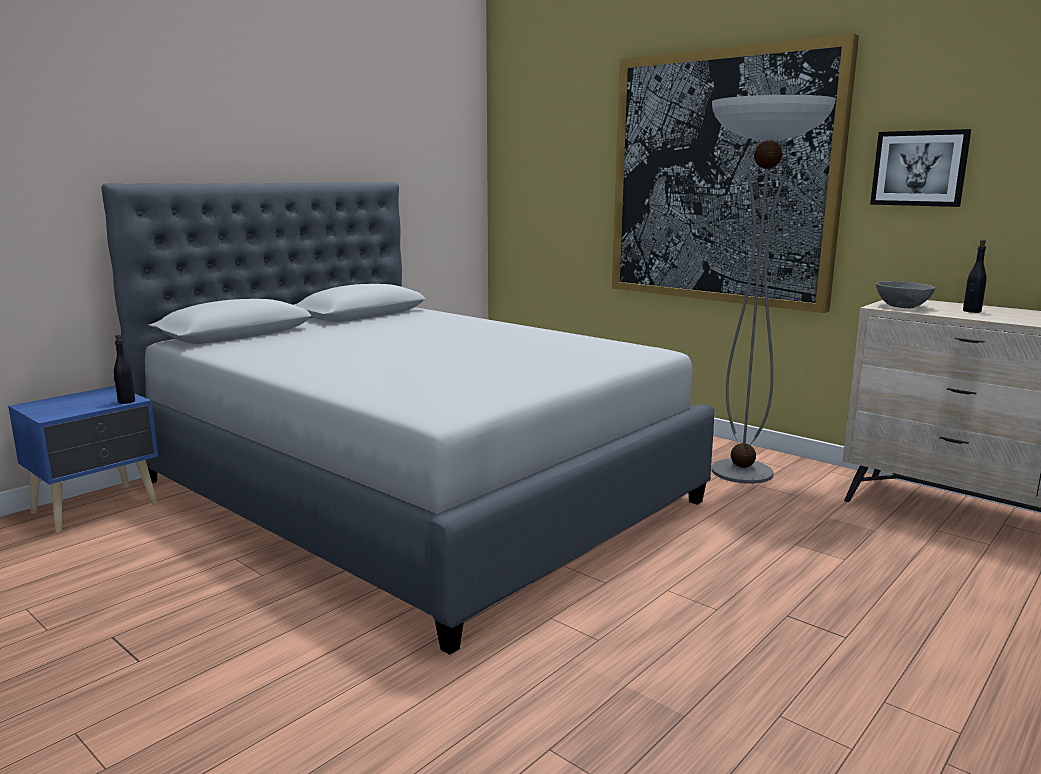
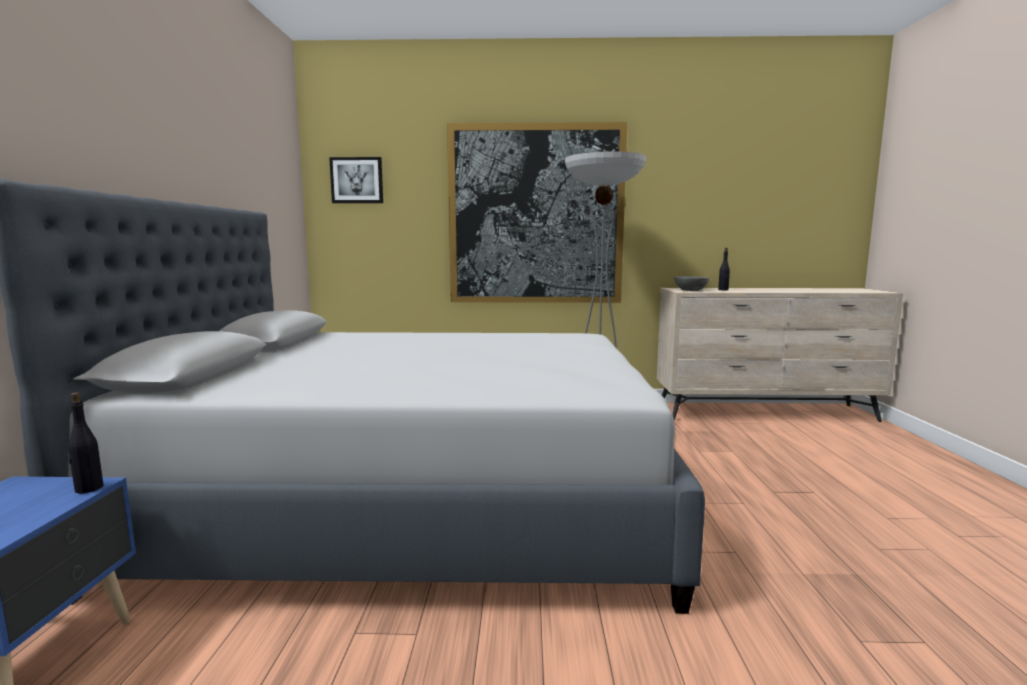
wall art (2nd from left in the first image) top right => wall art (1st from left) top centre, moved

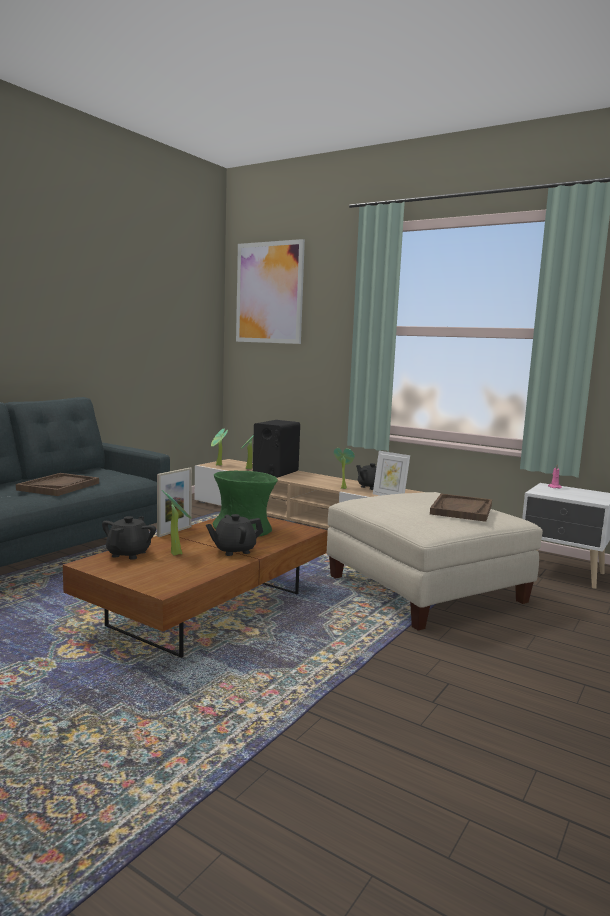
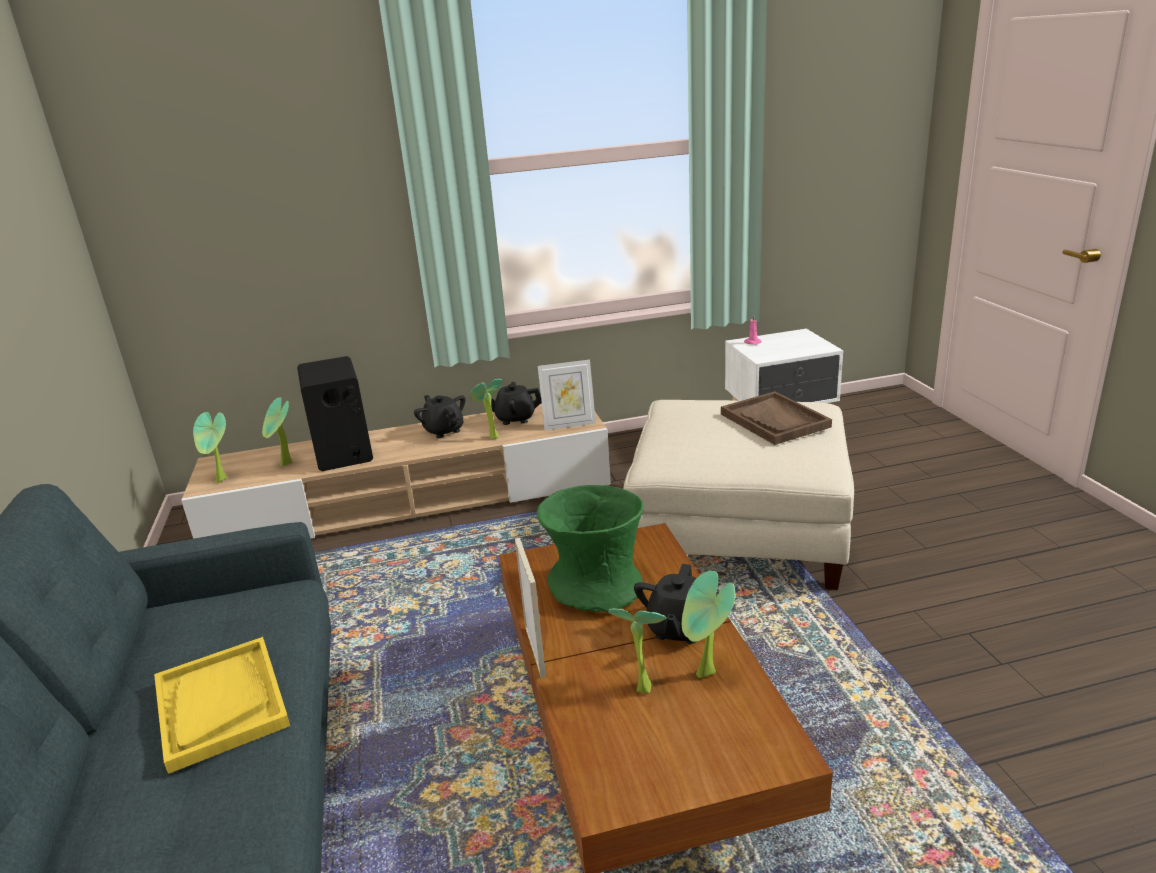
wall art top centre => nothing
nothing => houseplant (5th from left) bottom centre
blackish teapot (1st from left) middle left => blackish teapot (1st from left) centre, moved
brown carrying tray (1st from left) middle left => yellowish carrying tray bottom left

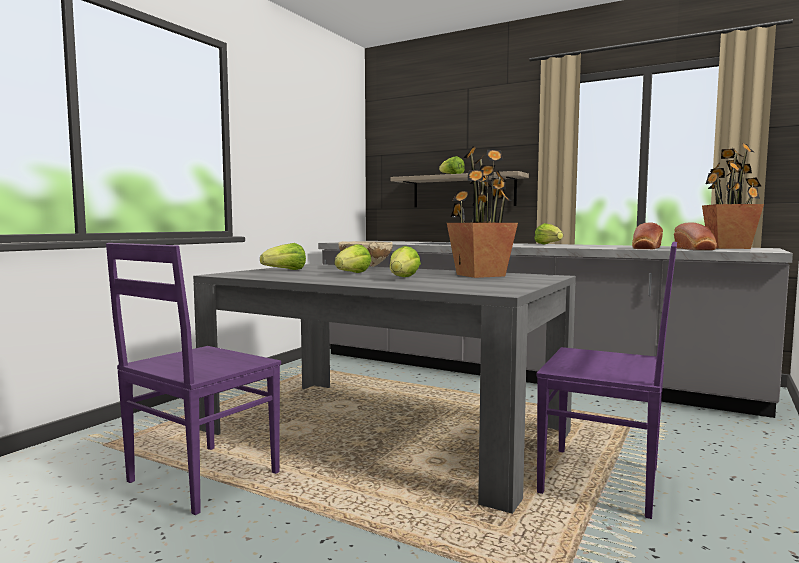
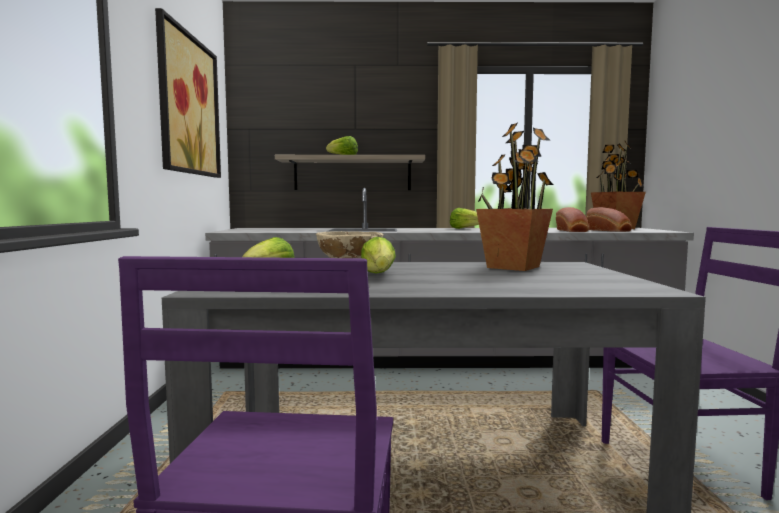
head of lettuce (3rd from left) centre => nothing
nothing => wall art top left

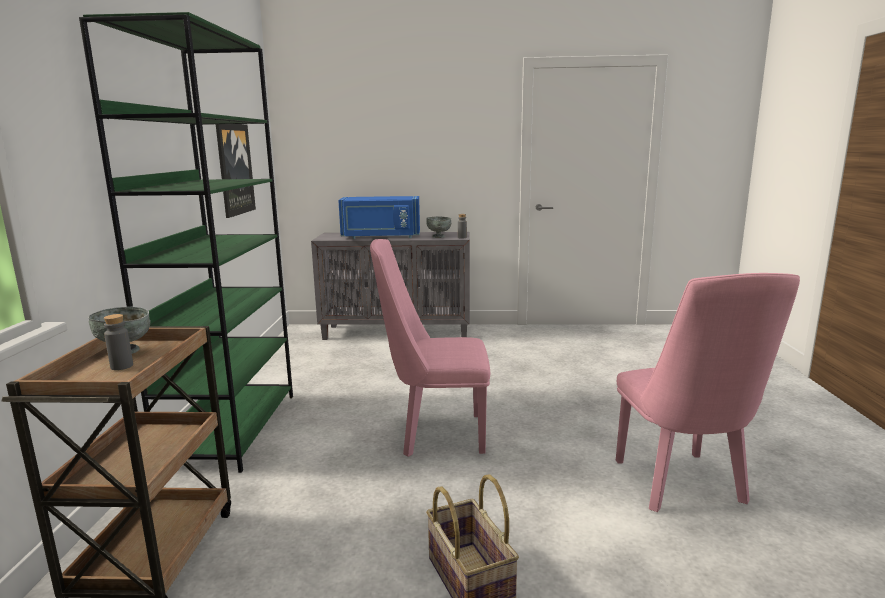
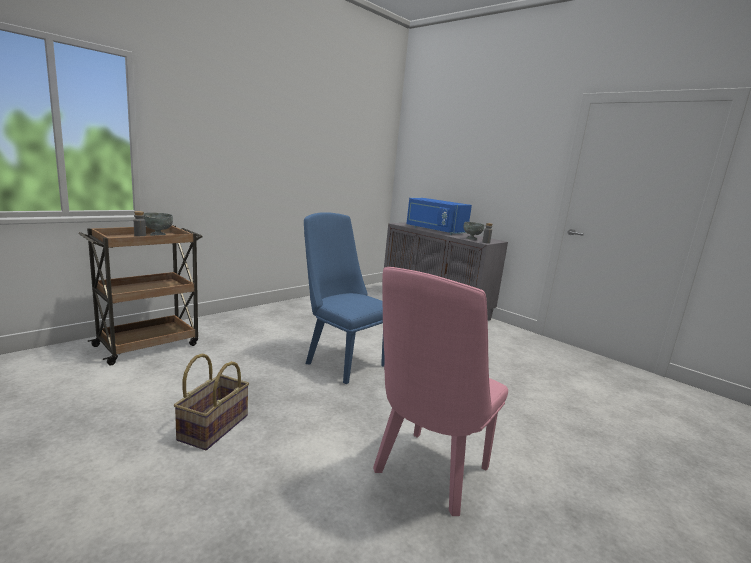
greenish shelving unit middle left => nothing
wall art top left => nothing
pink chair (1st from left) centre => bluish chair centre

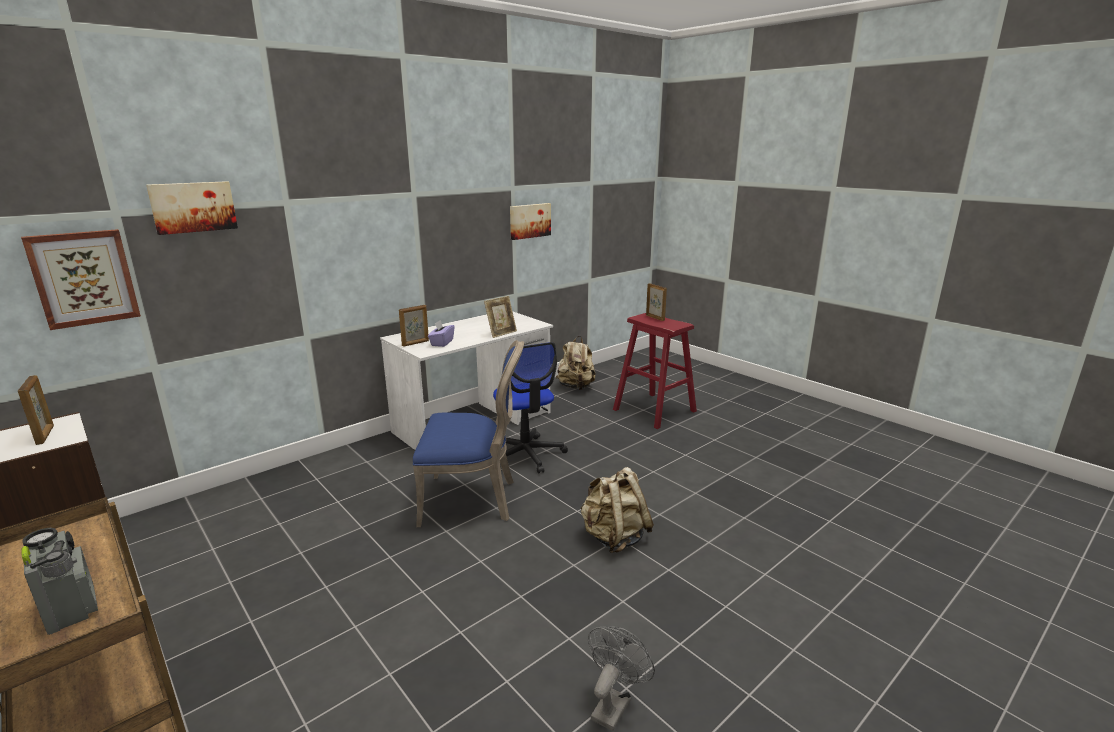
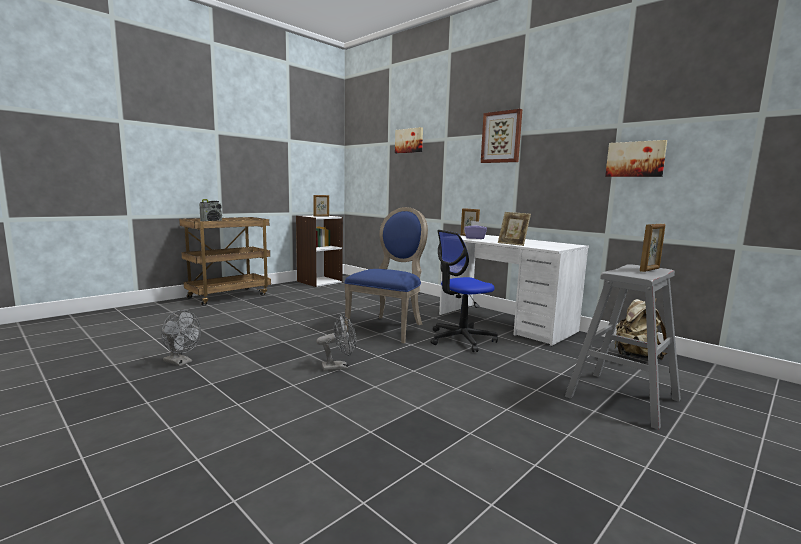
wall art (1st from left in the first image) middle left => wall art (2nd from left) top centre, moved
sand-coloured backpack (2nd from left) bottom centre => gray cooling fan (2nd from left) centre
reddish sitting stool centre => gray sitting stool middle right
bluish chair centre, 150 degrees counterclockwise

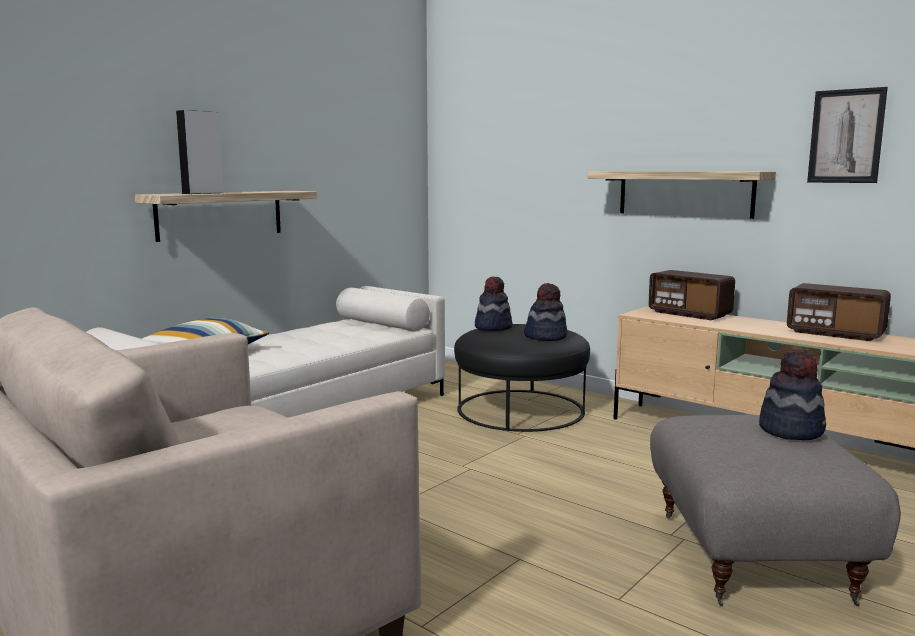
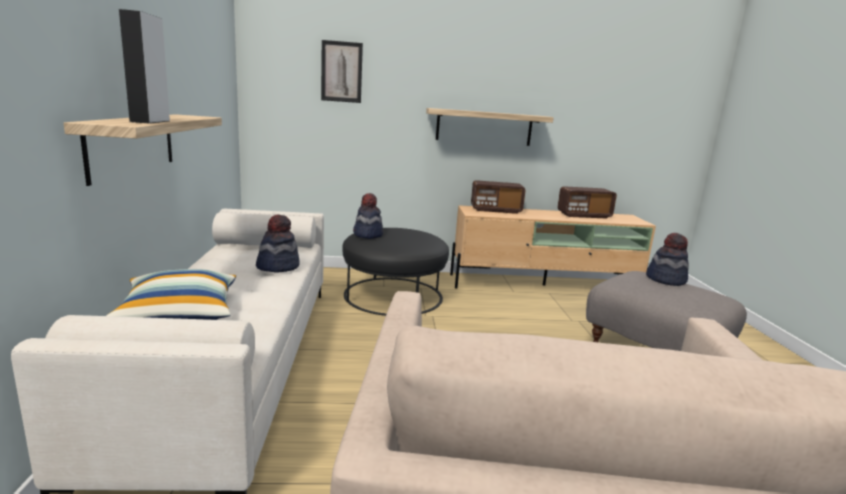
hat (2nd from left in the first image) centre => hat (1st from left) middle left, moved
wall art top right => wall art top centre, moved

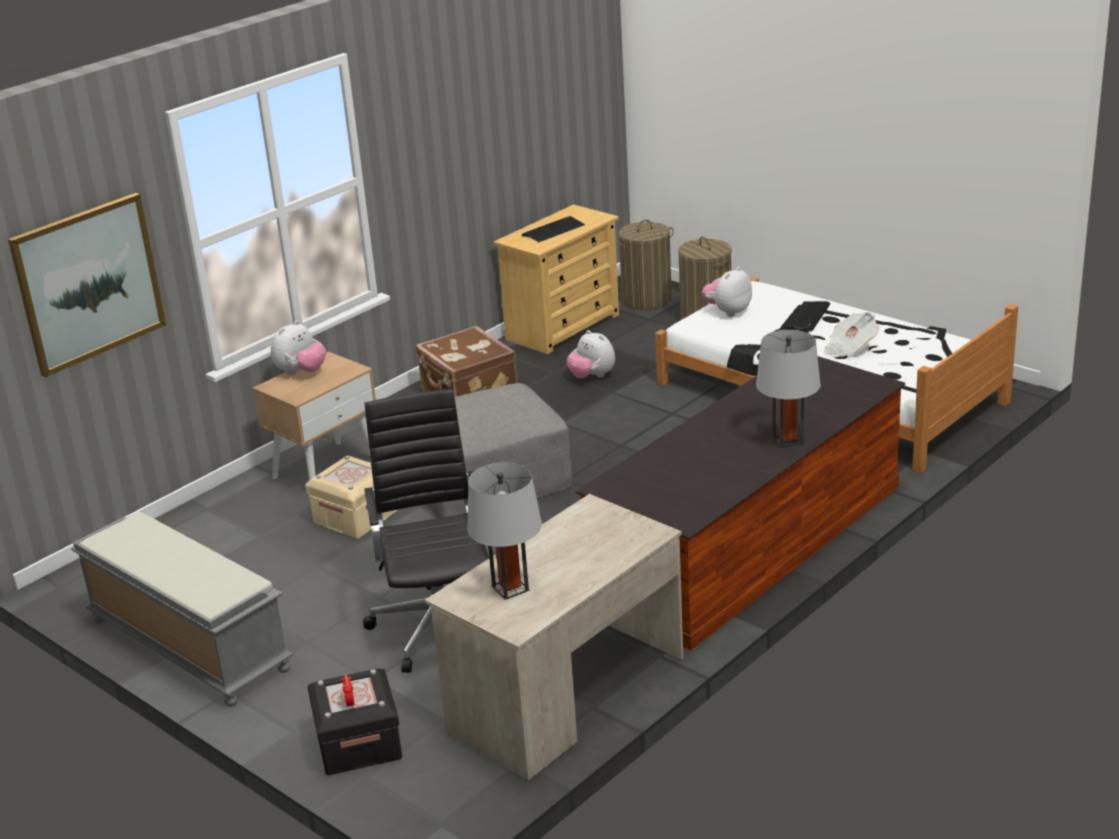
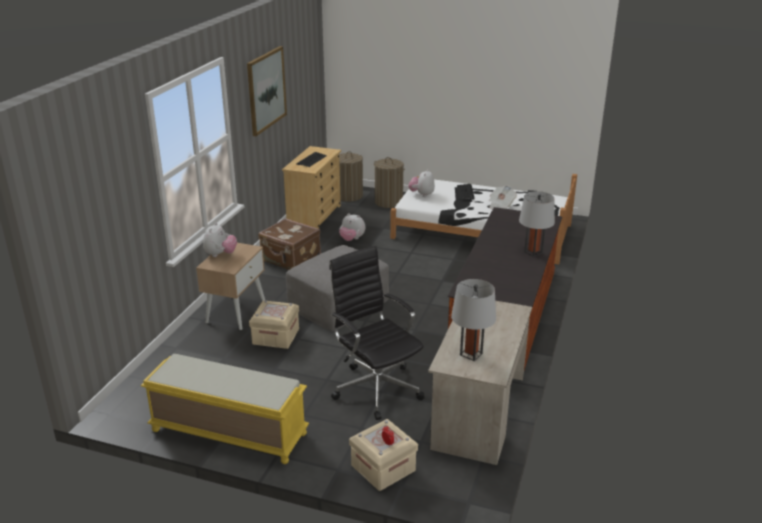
wall art middle left => wall art top centre, moved
gray bench bottom left => yellowish bench bottom left
blackish storage bin bottom left => sand-coloured storage bin (2nd from left) bottom centre

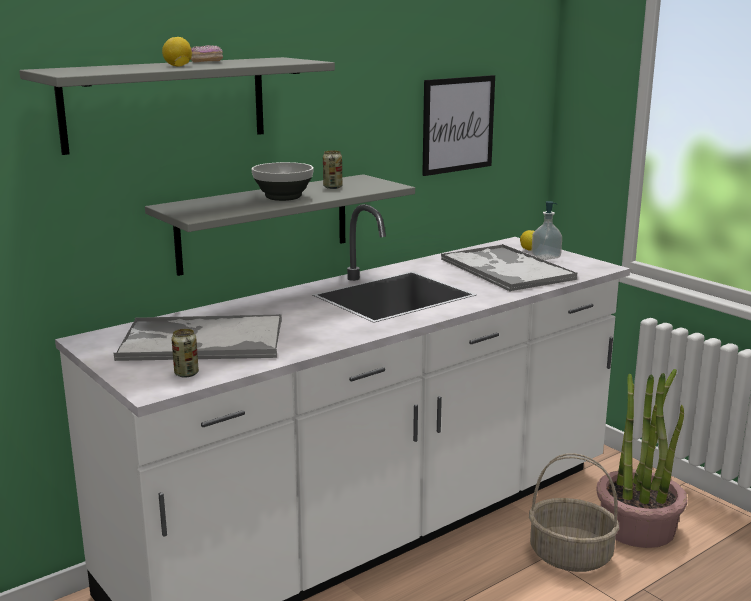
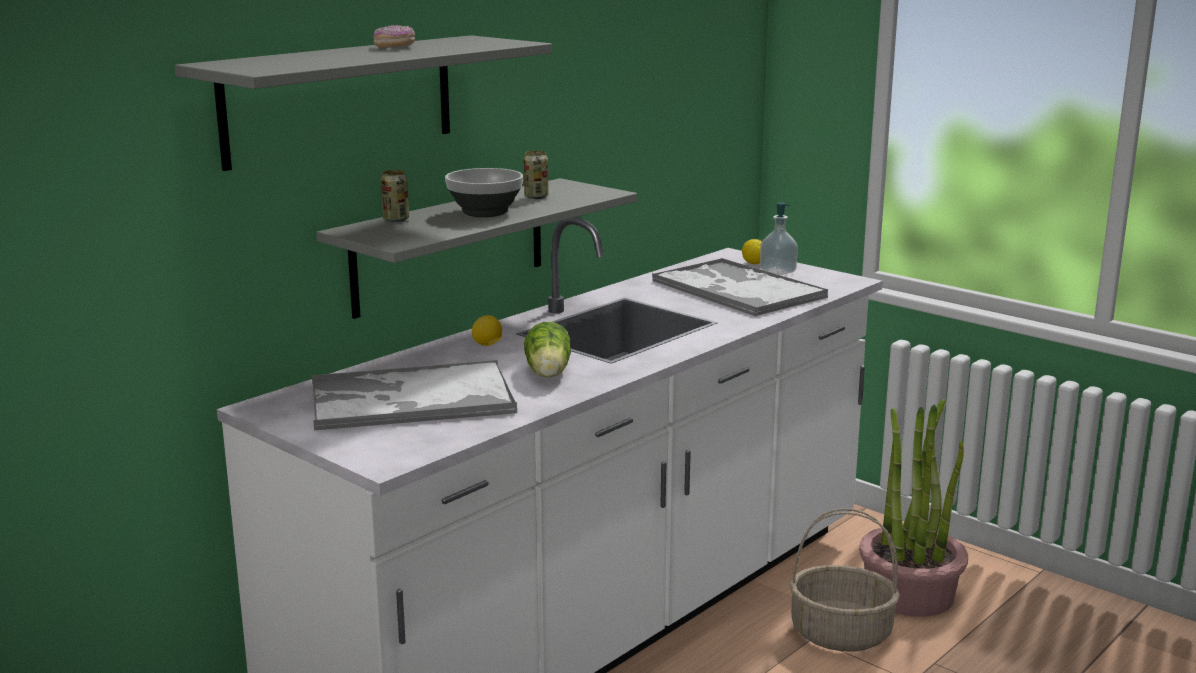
wall art top centre => nothing
nothing => head of lettuce centre
lemon (1st from left) top left => lemon (1st from left) centre, moved
can (1st from left) middle left => can (1st from left) top left, moved

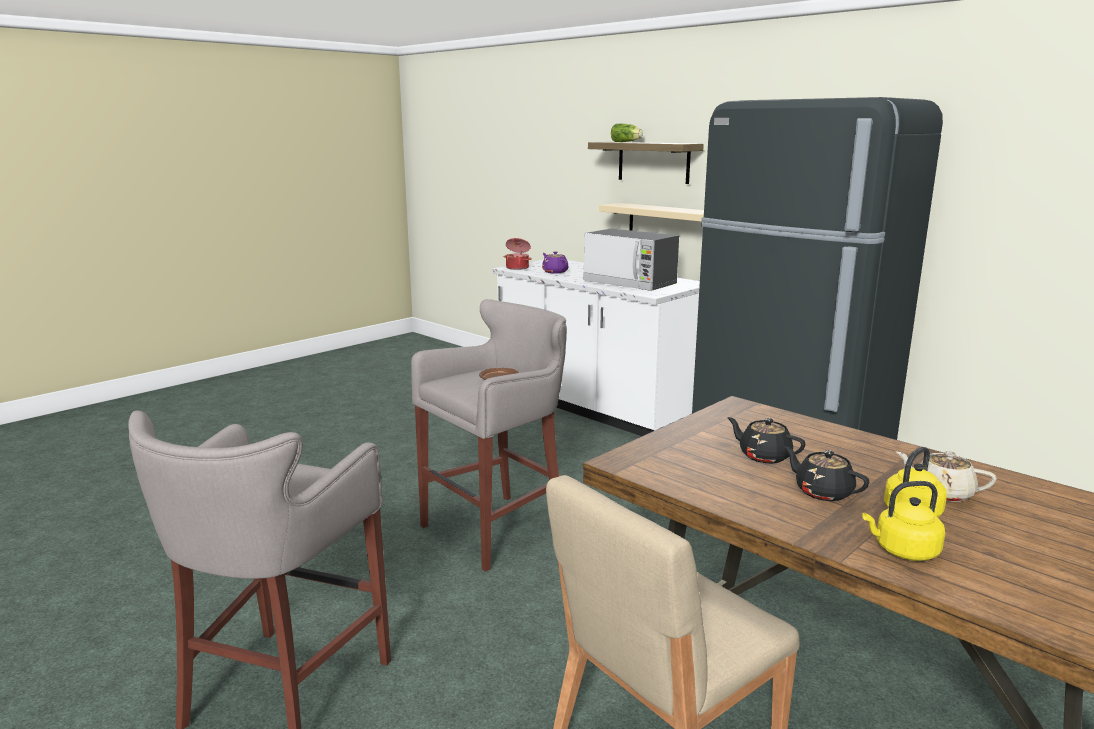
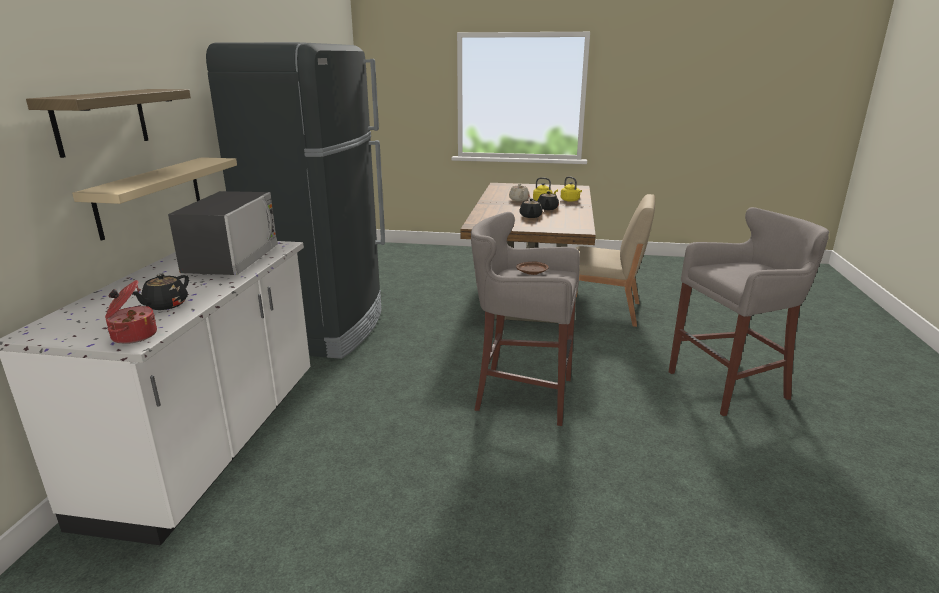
head of lettuce top centre => nothing
purple-coloured teapot centre => blackish teapot (1st from left) middle left

